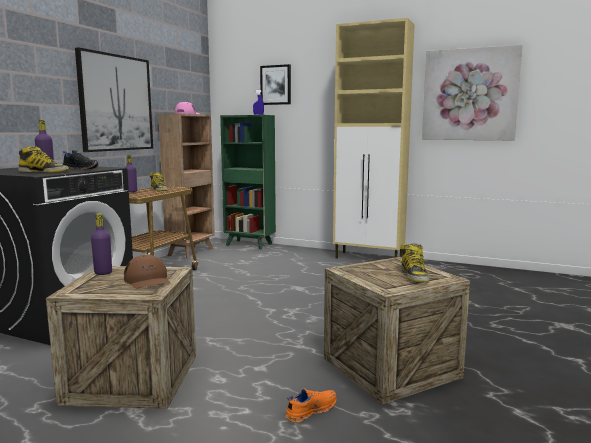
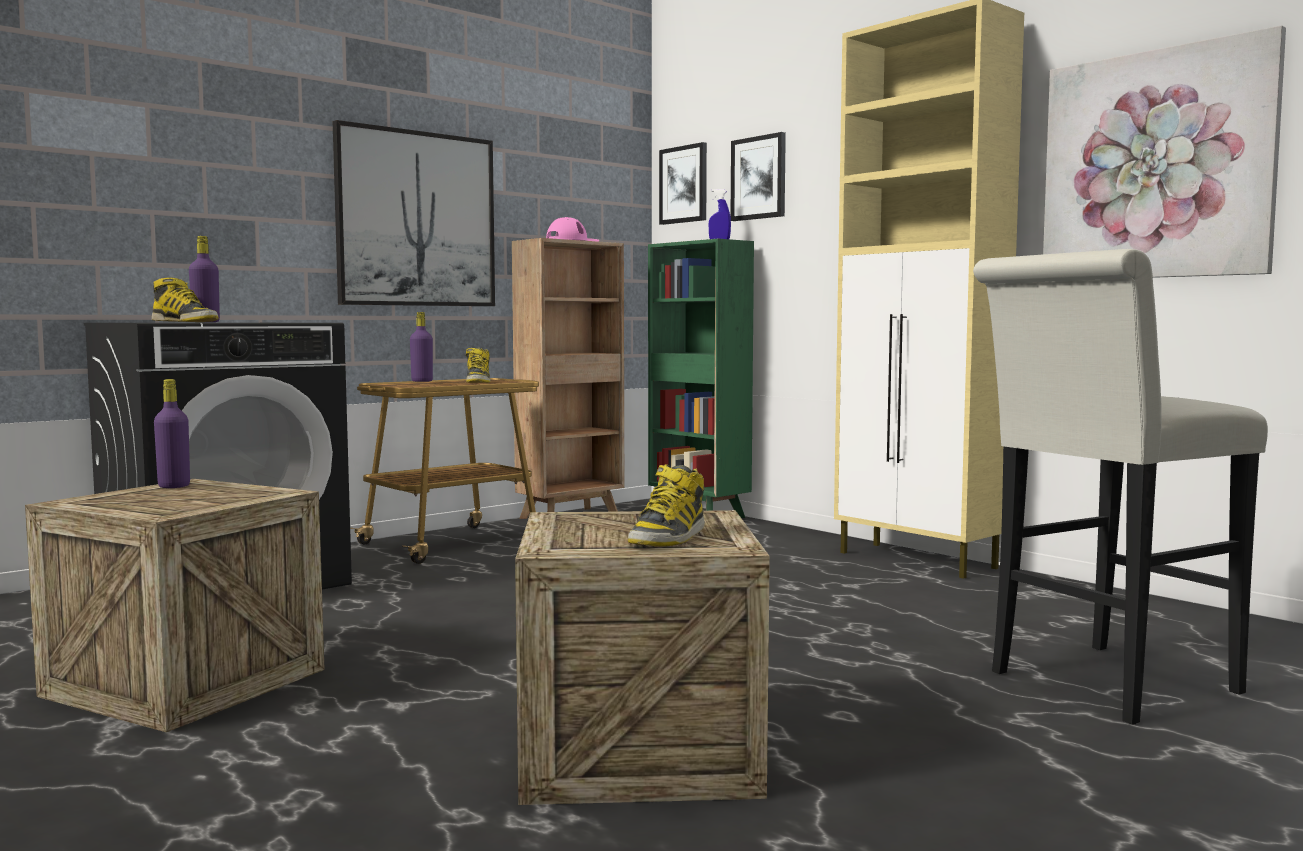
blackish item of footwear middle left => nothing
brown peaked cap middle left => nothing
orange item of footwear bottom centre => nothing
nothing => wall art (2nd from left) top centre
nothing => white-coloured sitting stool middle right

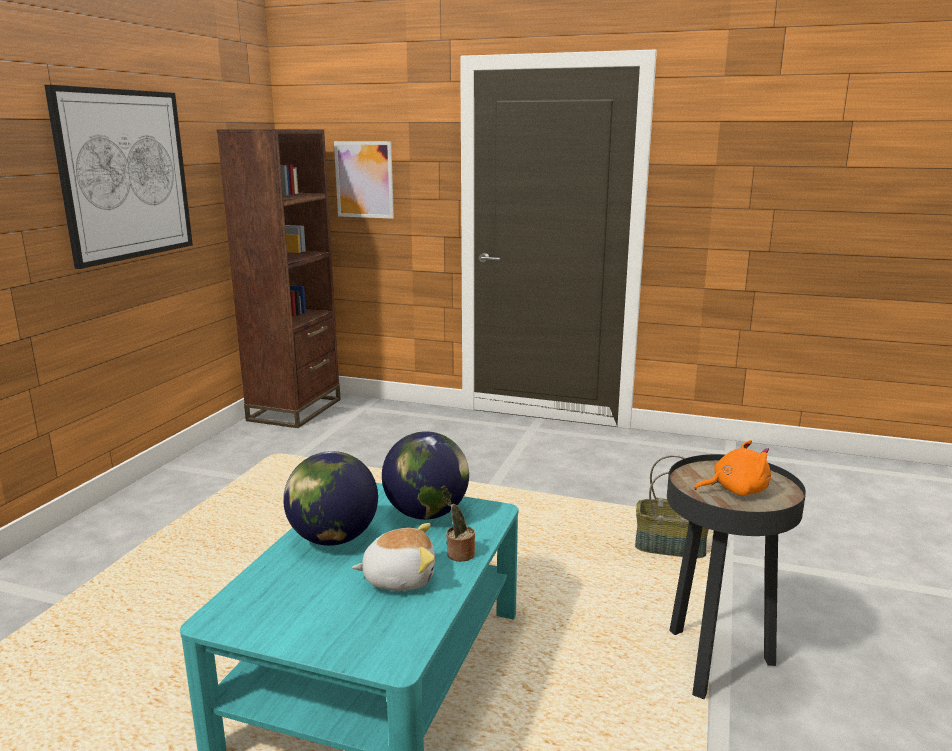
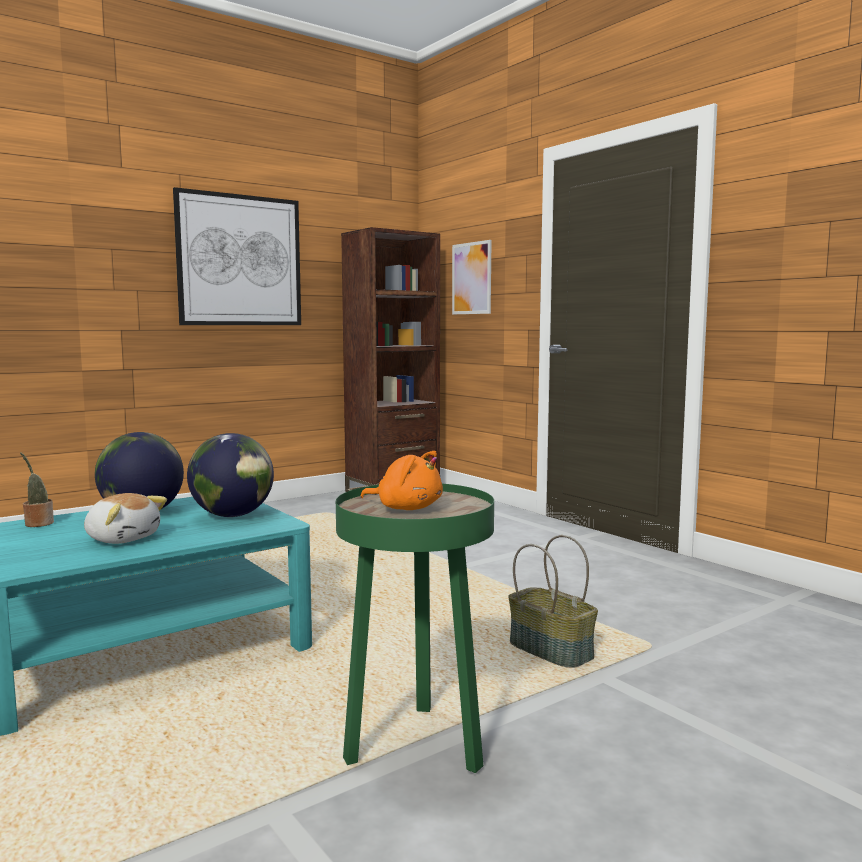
houseplant bottom centre => houseplant middle left, moved
blackish side table bottom right => greenish side table bottom centre

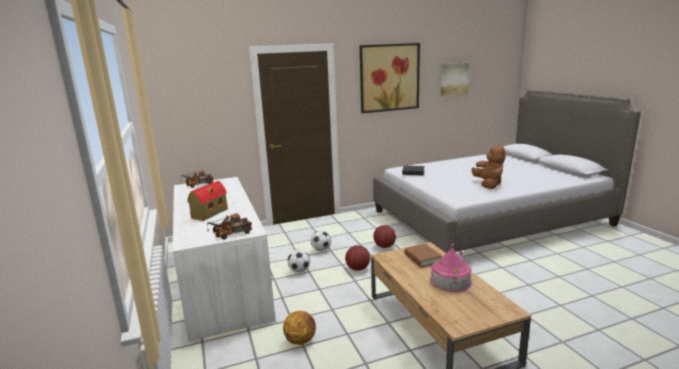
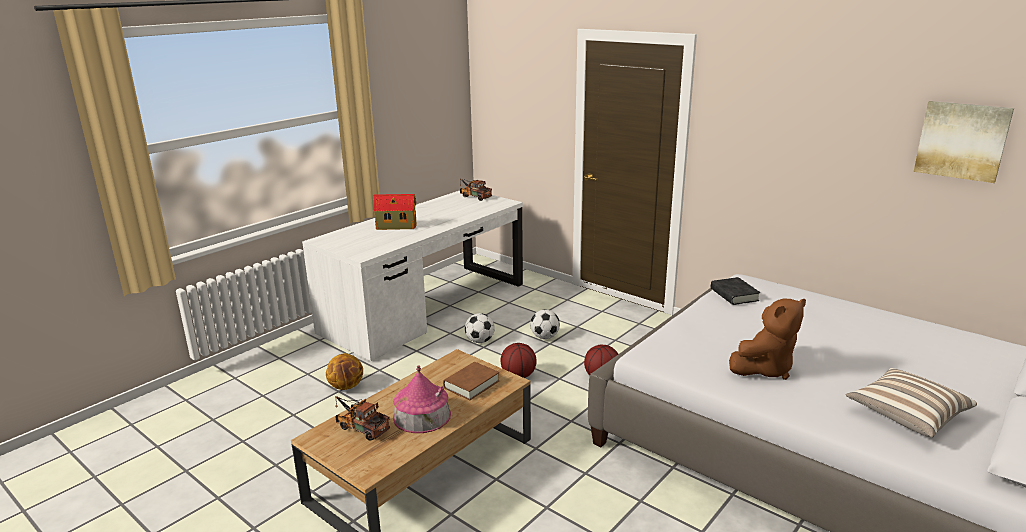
wall art (1st from left) top centre => nothing
nothing => pillow bottom right
model truck (2nd from left in the first image) centre => model truck (1st from left) bottom centre, moved

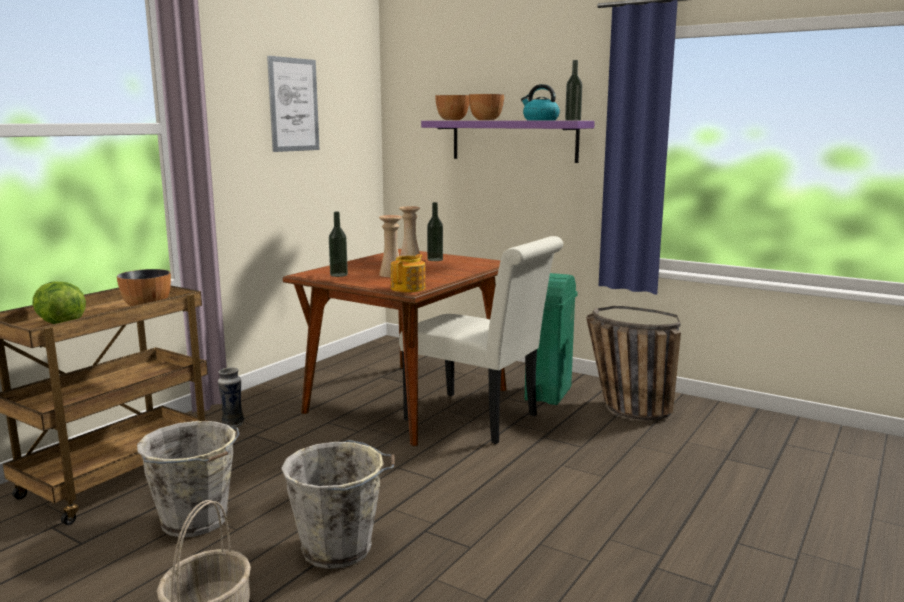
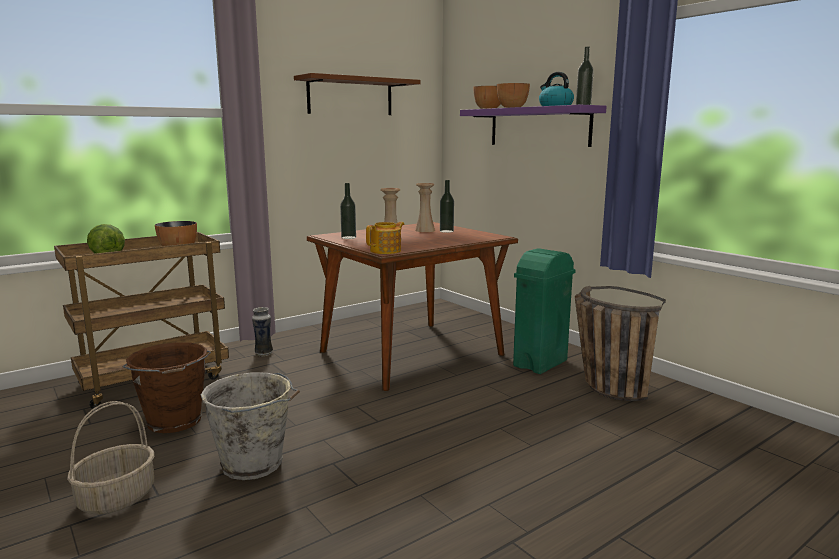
white-coloured chair centre => nothing
wall art top left => brown wall shelf top centre
gray bucket (1st from left) bottom left => brown bucket bottom left

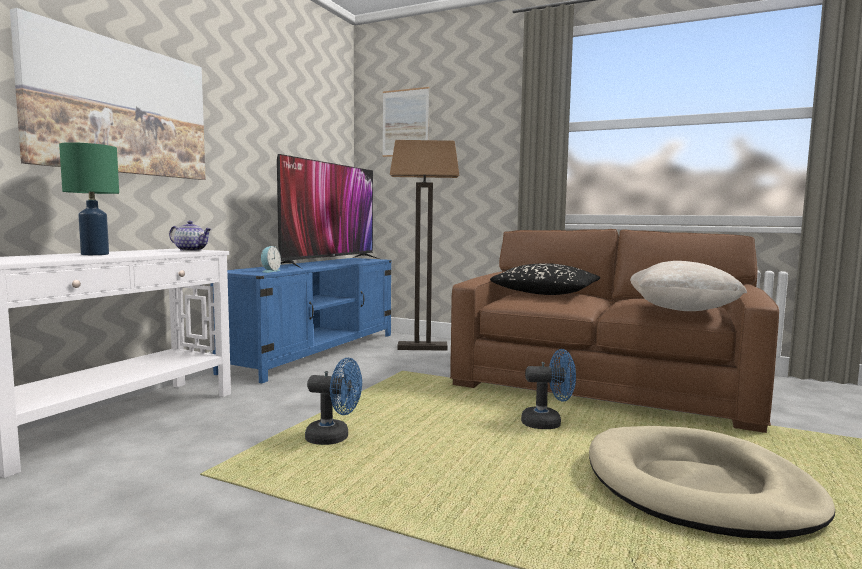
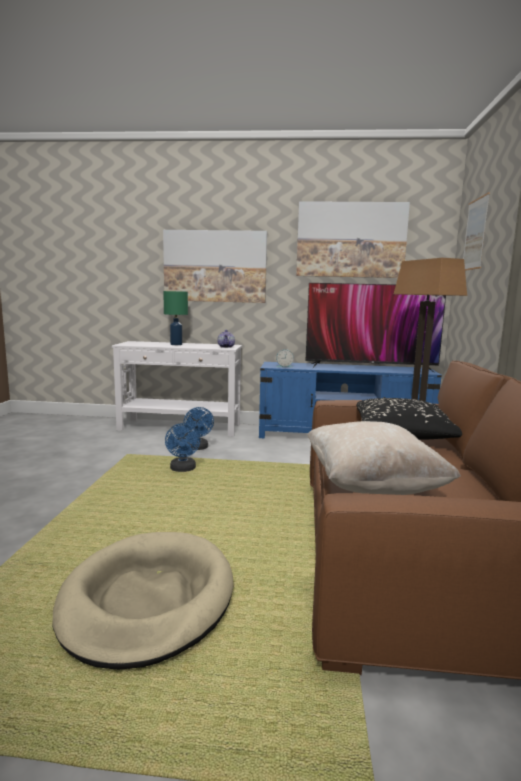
nothing => wall art (2nd from left) top right
bluish cooling fan (2nd from left) bottom centre => bluish cooling fan (2nd from left) centre, moved

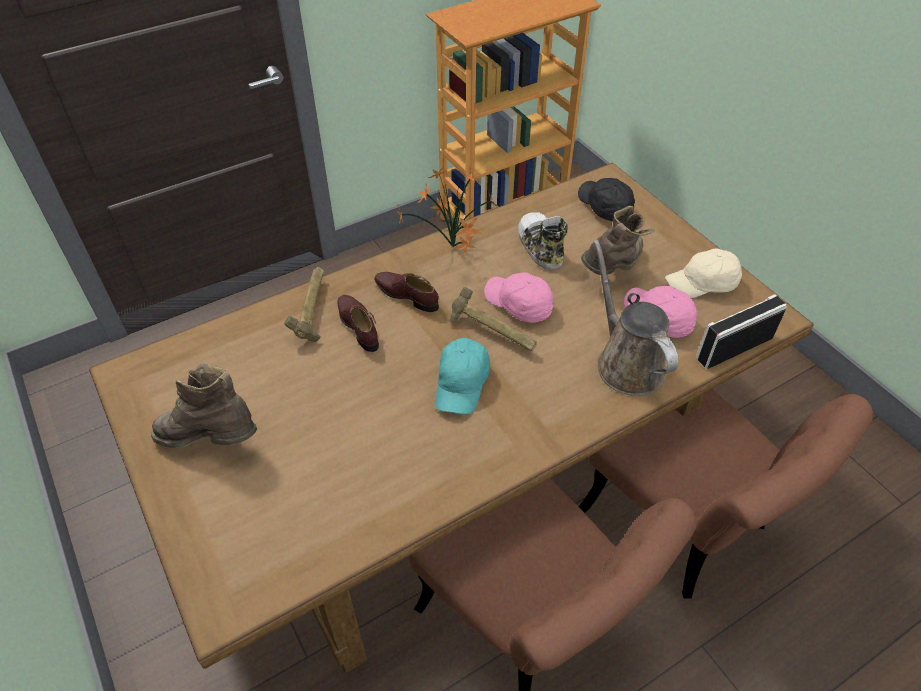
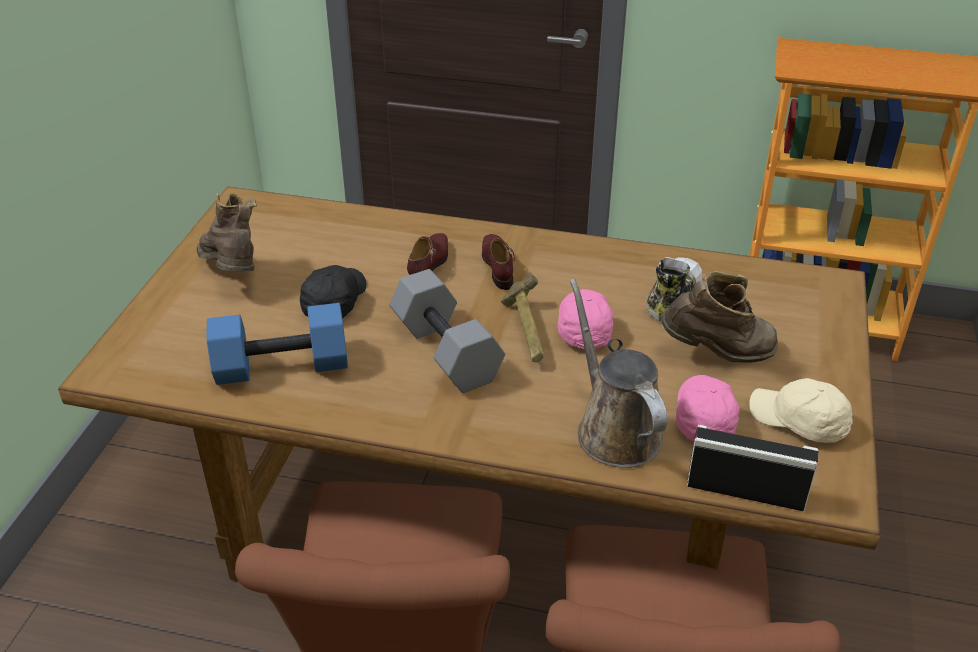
hammer (1st from left) middle left => nothing
houseplant top centre => nothing
nothing => bluish free weight middle left
blackish peaked cap top centre => blackish peaked cap centre, moved
turquoise-coloured peaked cap centre => gray free weight centre
brown watering can middle right => brown watering can centre, 45 degrees counterclockwise

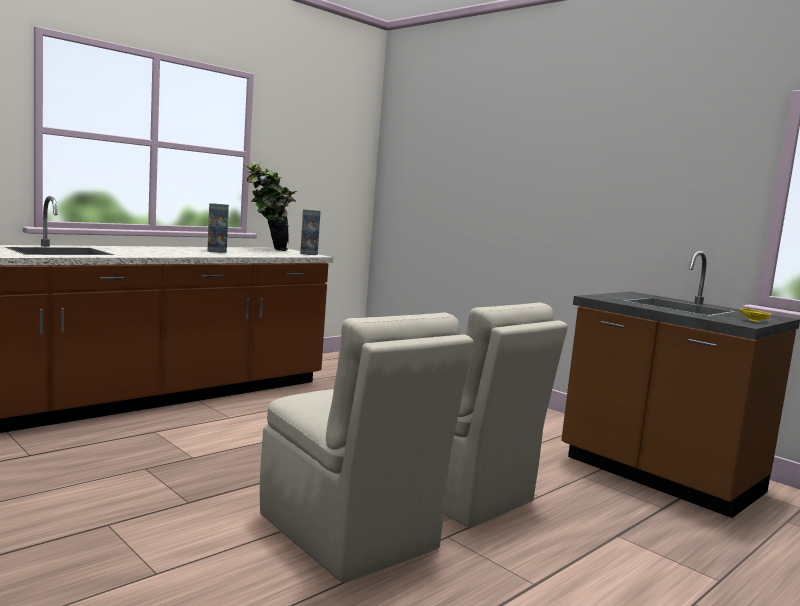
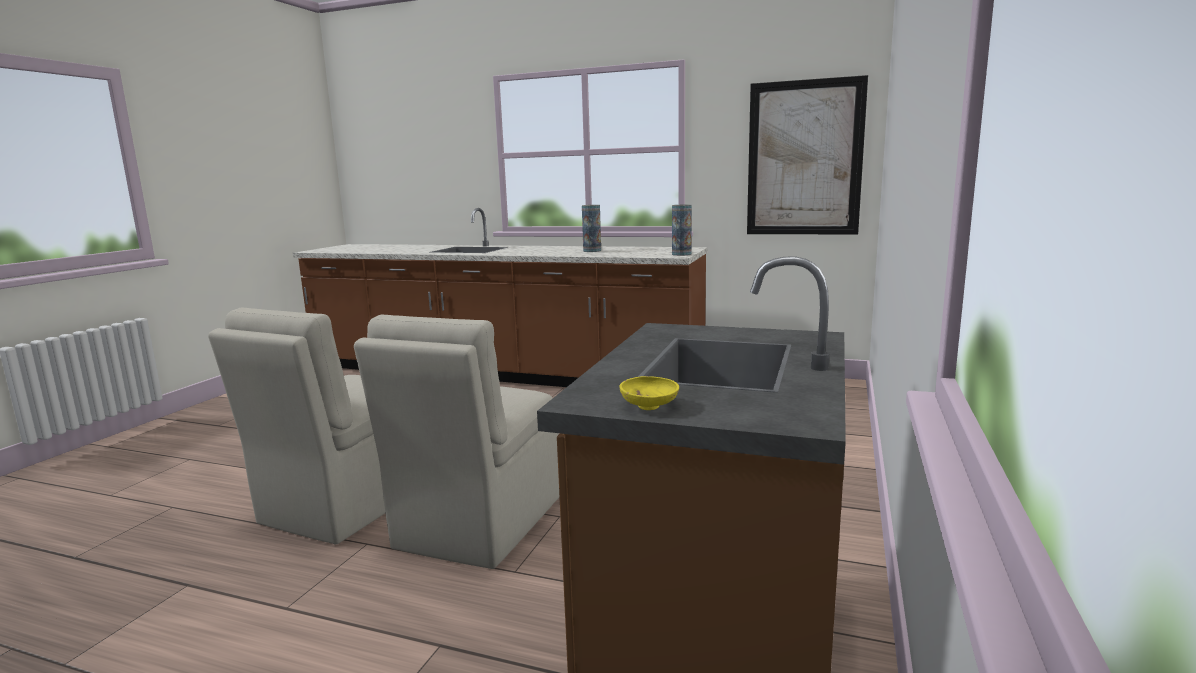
houseplant centre => nothing
nothing => wall art top right

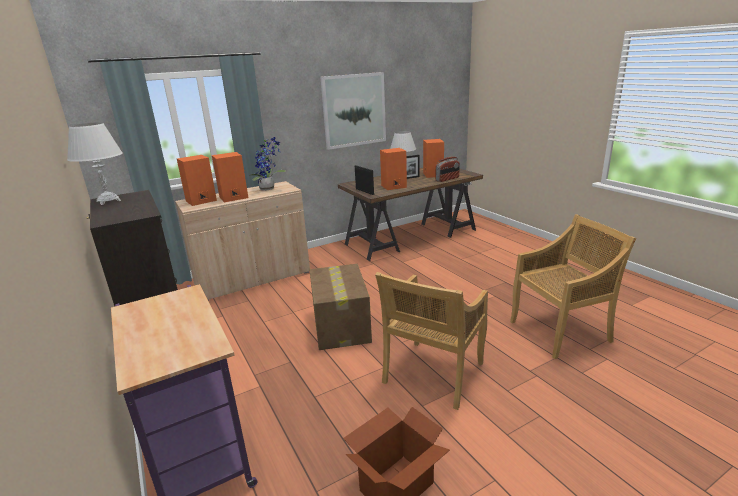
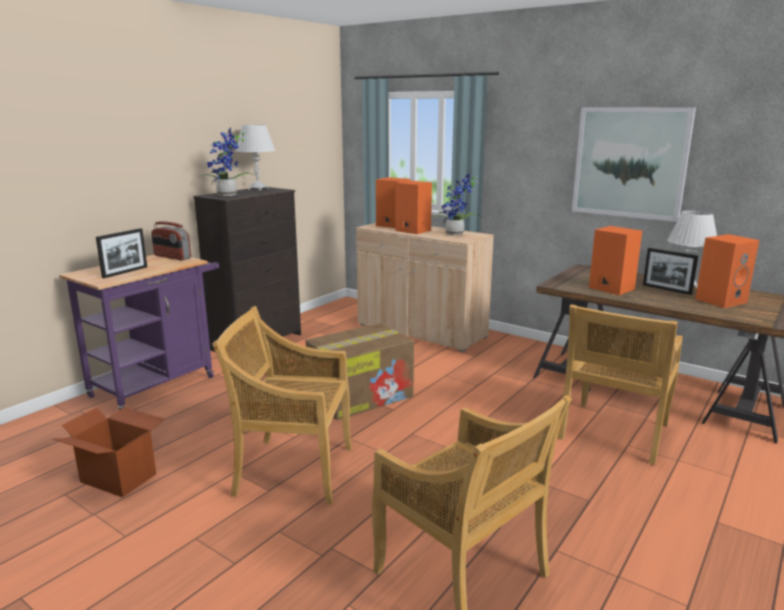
nothing => houseplant (1st from left) top left
nothing => sand-coloured chair (3rd from left) middle right
standing frame (1st from left) centre => standing frame (1st from left) middle left, moved
radio centre => radio middle left, moved

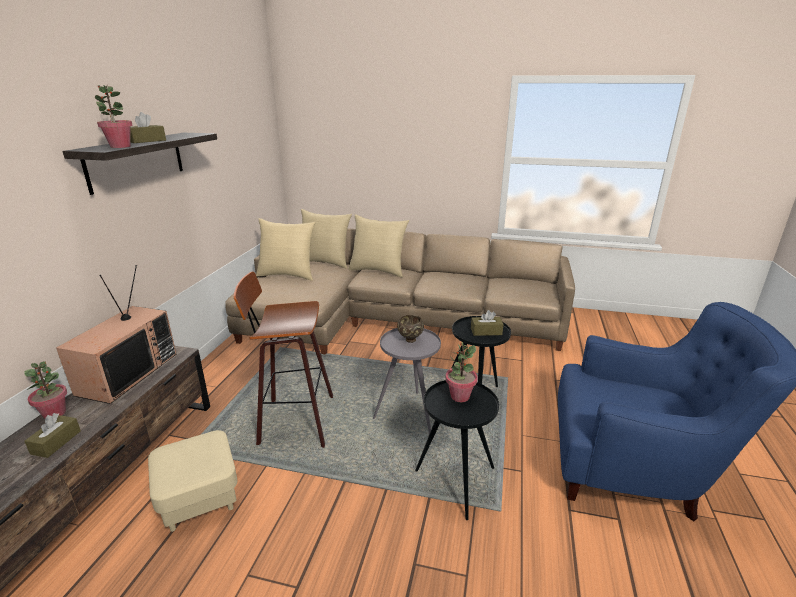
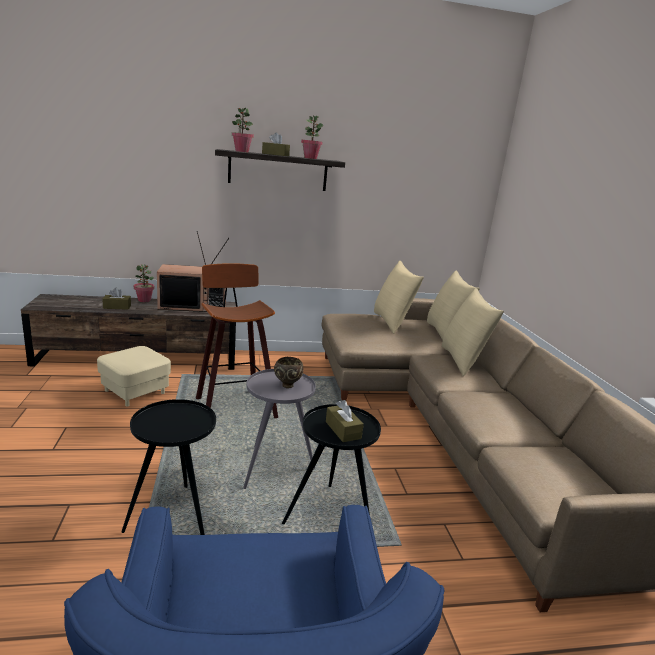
houseplant (3rd from left) centre => houseplant (3rd from left) top centre, moved

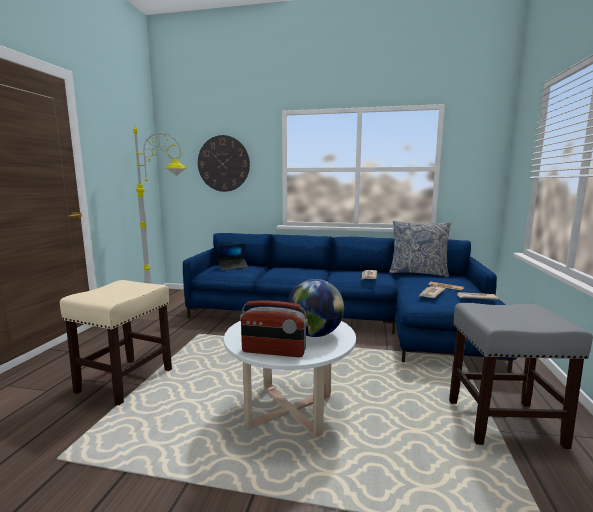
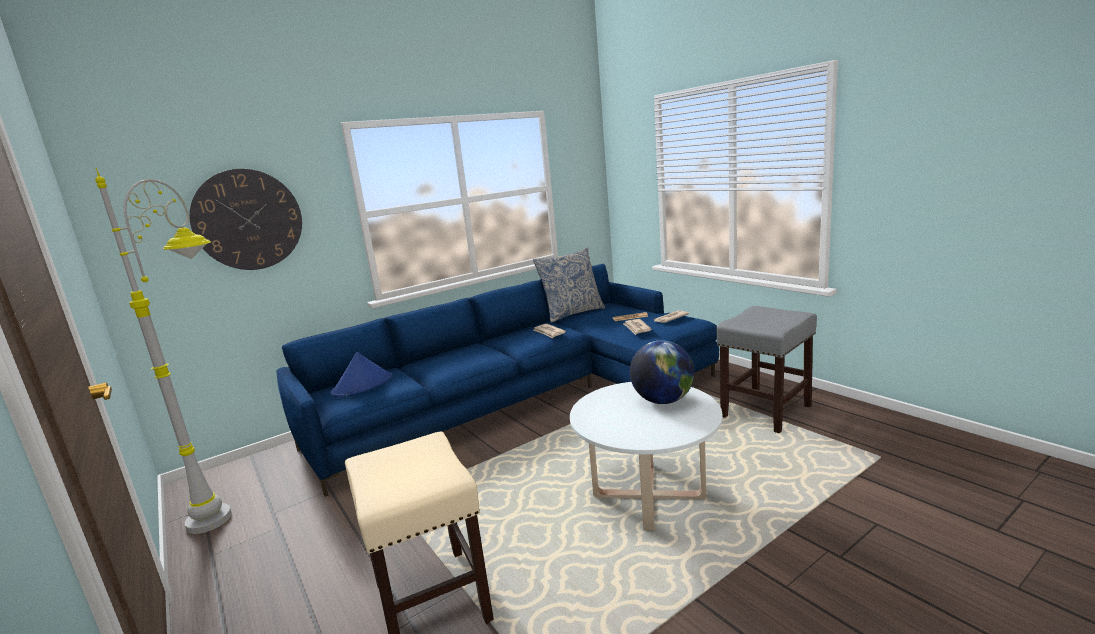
radio centre => nothing
notebook computer centre => bluish hat middle left

